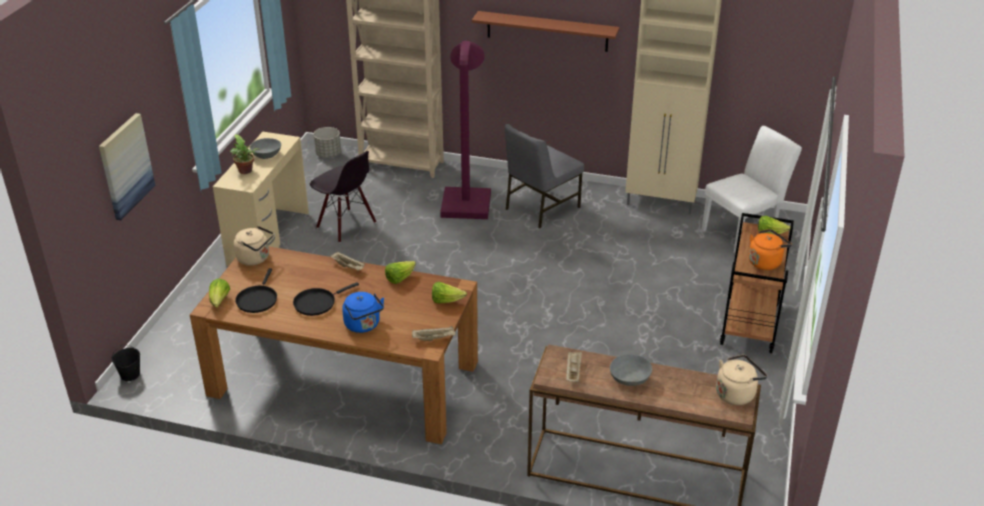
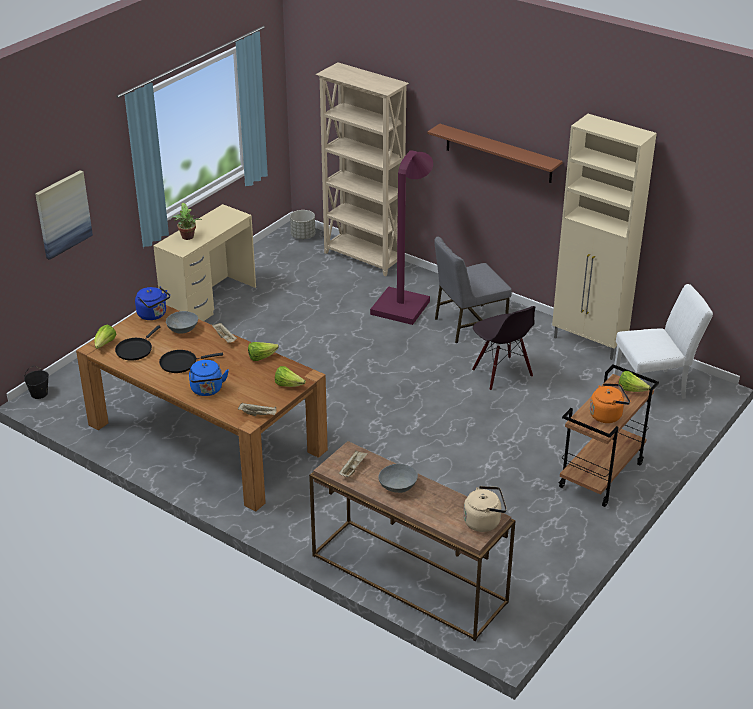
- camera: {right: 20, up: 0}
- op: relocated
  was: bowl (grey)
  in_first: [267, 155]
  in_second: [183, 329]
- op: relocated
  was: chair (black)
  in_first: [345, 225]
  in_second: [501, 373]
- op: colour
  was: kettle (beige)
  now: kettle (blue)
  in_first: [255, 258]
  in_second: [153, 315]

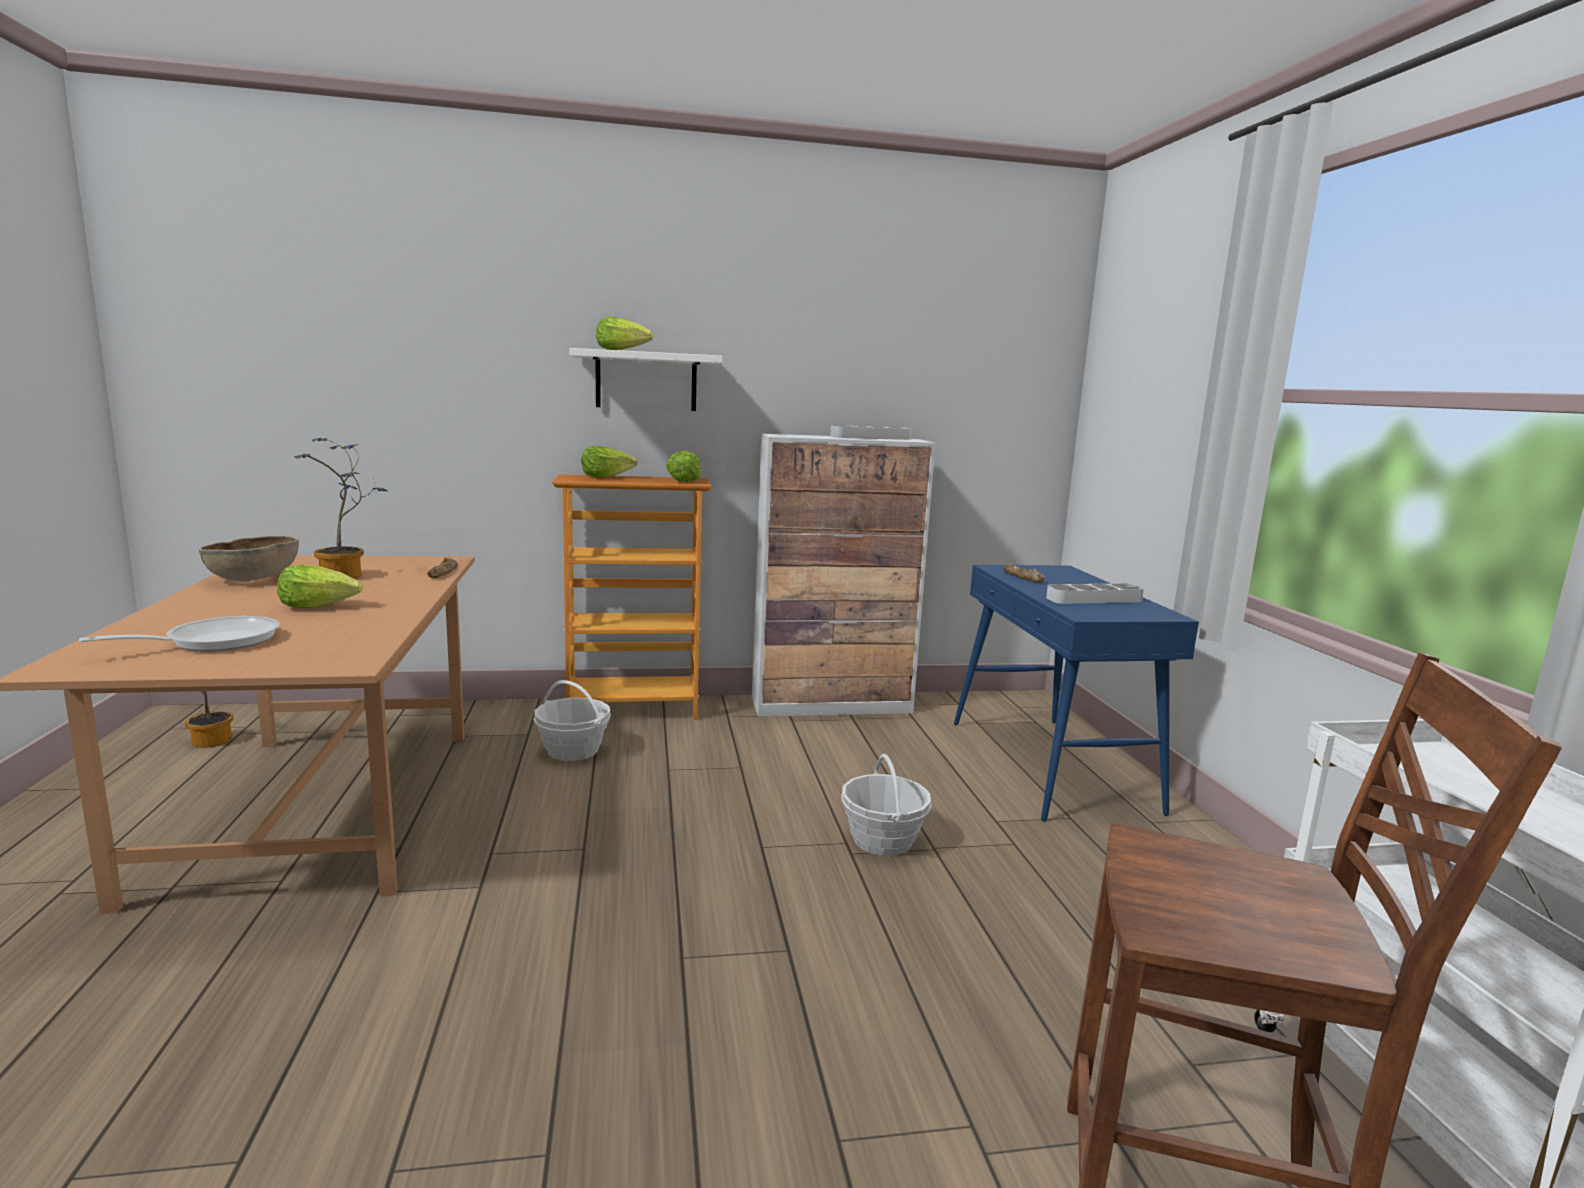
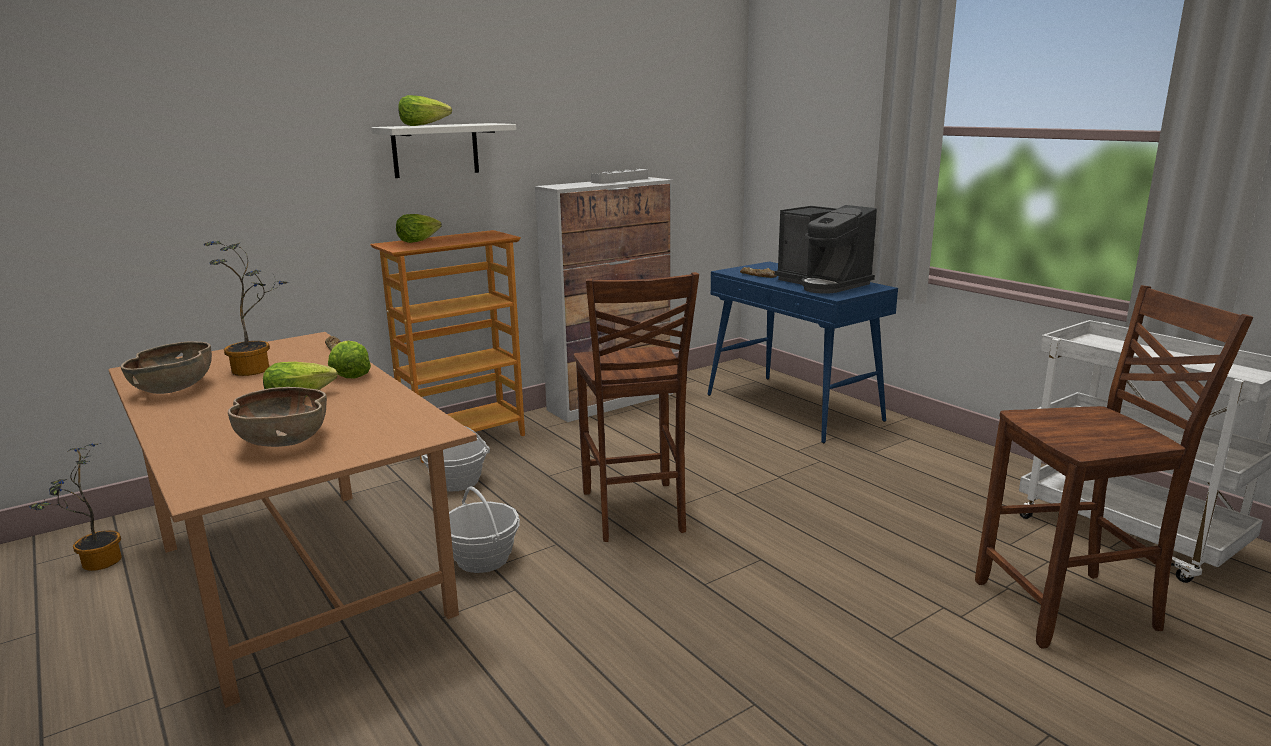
- camera: {right: -25, up: 5}
- op: relocated
  was: lettuce
  in_first: [684, 481]
  in_second: [349, 374]
- op: exchanged
  was: tray (grey)
  now: coffee machine
  in_first: [1094, 599]
  in_second: [823, 283]
- op: exchanged
  was: frying pan
  now: bowl (brown)
  in_first: [213, 641]
  in_second: [283, 442]
- op: relocated
  was: basket
  in_first: [882, 840]
  in_second: [483, 559]
- op: appeared
  now: chair (brown)
  in_second: [634, 513]

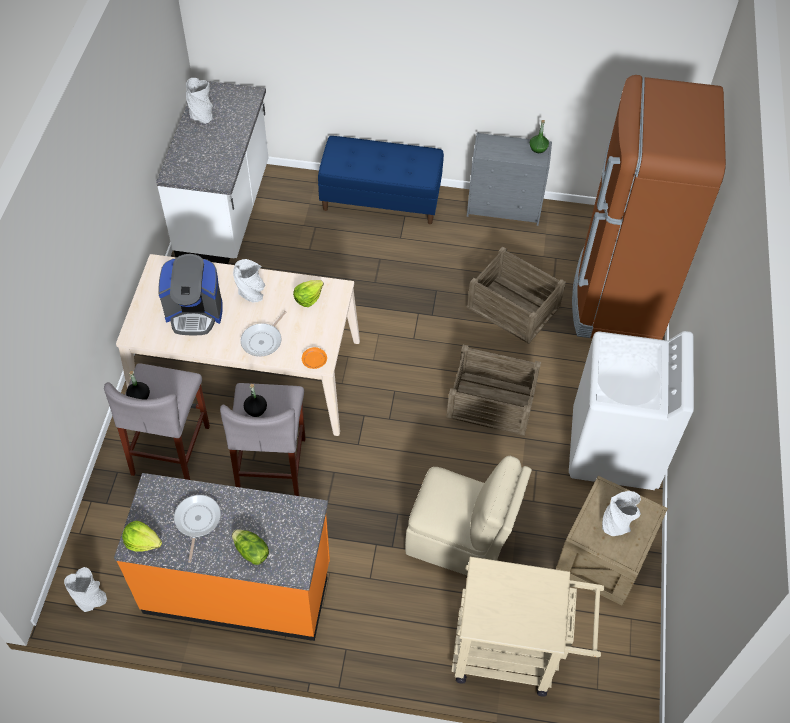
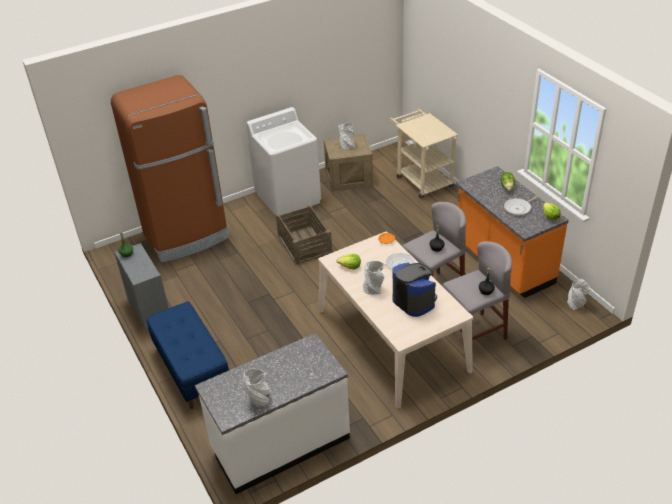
- camera: {right: -125, up: -15}
- op: missing
  was: crate
  in_first: [513, 306]
- op: missing
  was: chair (beige)
  in_first: [460, 541]

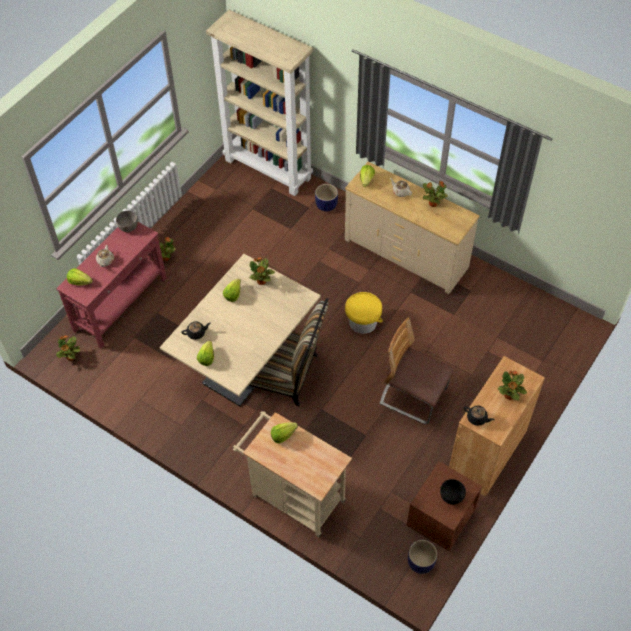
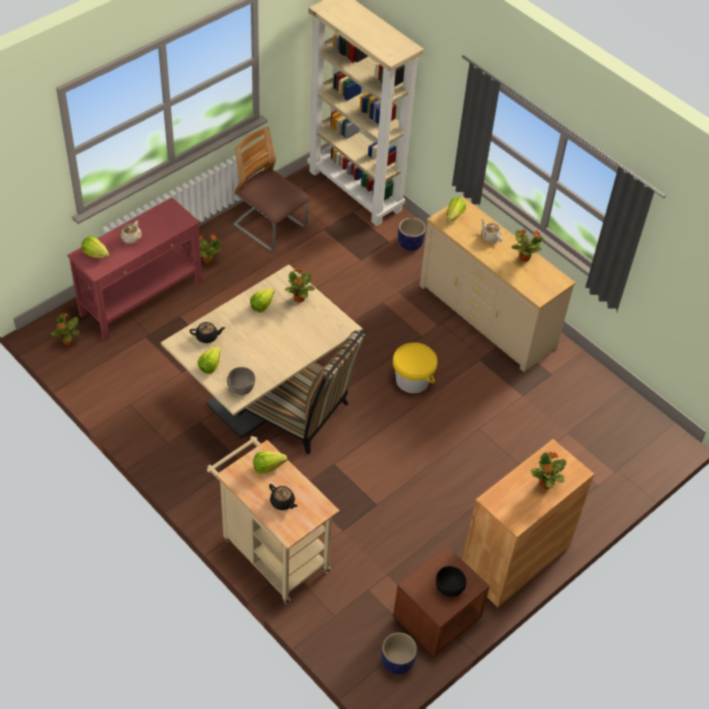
- camera: {right: 10, up: -5}
- op: relocated
  was: bowl (grey)
  in_first: [128, 227]
  in_second: [241, 389]
- op: relocated
  was: chair
  in_first: [413, 397]
  in_second: [270, 227]
- op: relocated
  was: teapot (black)
  in_first: [477, 418]
  in_second: [282, 502]

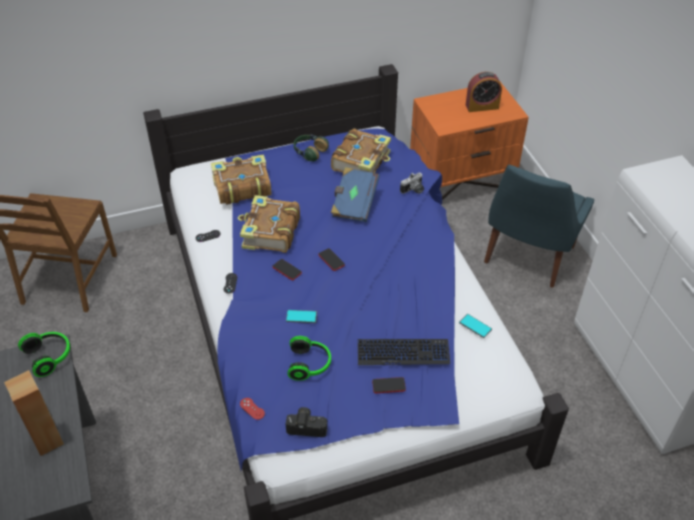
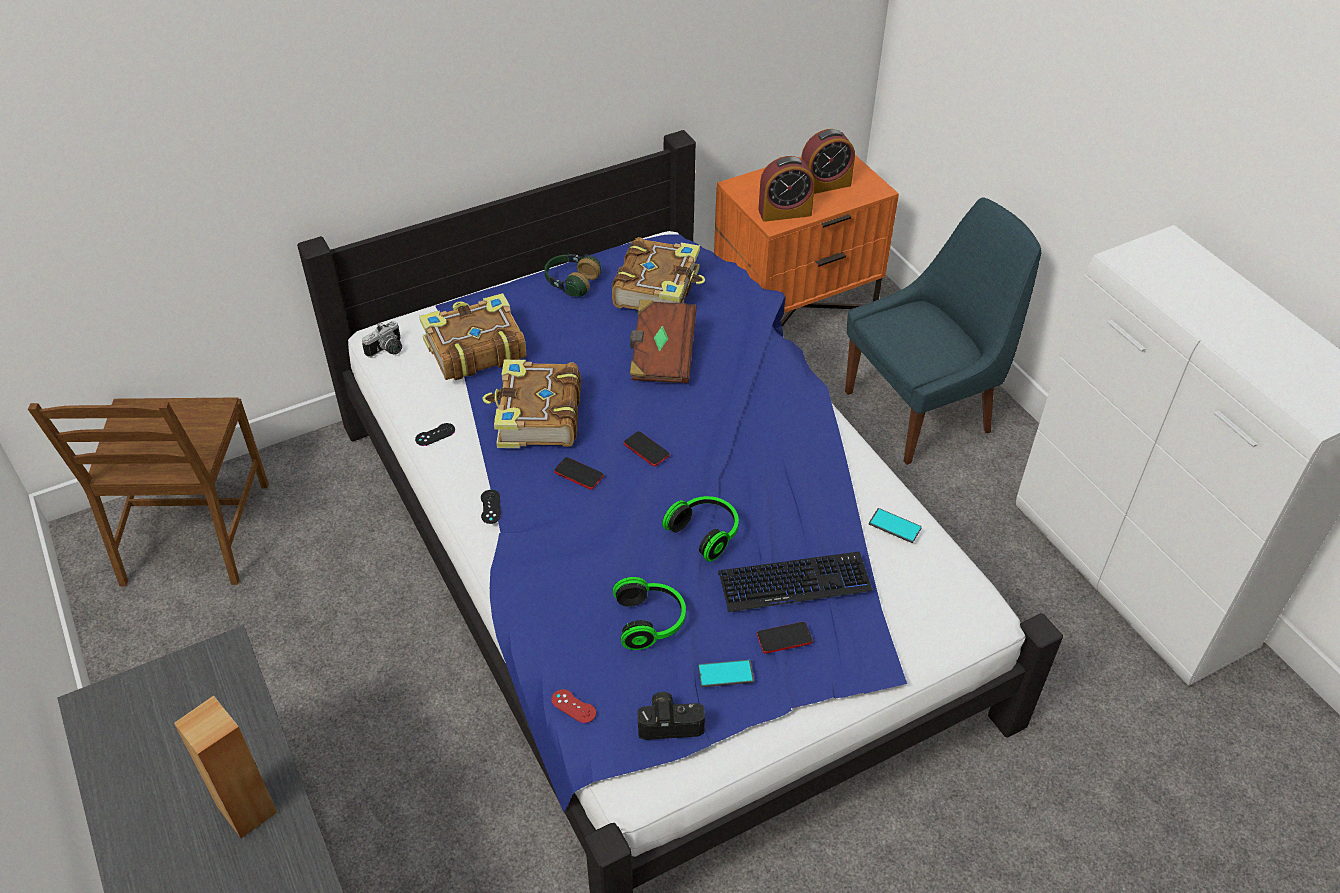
- camera: {right: -10, up: 0}
- op: spun
  was: chair (blue)
  in_first: [527, 257]
  in_second: [922, 410]
  clockwise: -135
- op: colour
  was: book (blue)
  now: book (brown)
  in_first: [354, 203]
  in_second: [661, 356]
- op: relocated
  was: photo camera
  in_first: [414, 190]
  in_second: [388, 350]
- op: relocated
  was: phone
  in_first: [301, 316]
  in_second: [725, 674]
- op: relocated
  was: headphones
  in_first: [50, 356]
  in_second: [706, 533]
- op: appeared
  now: alarm clock
  in_second: [784, 212]

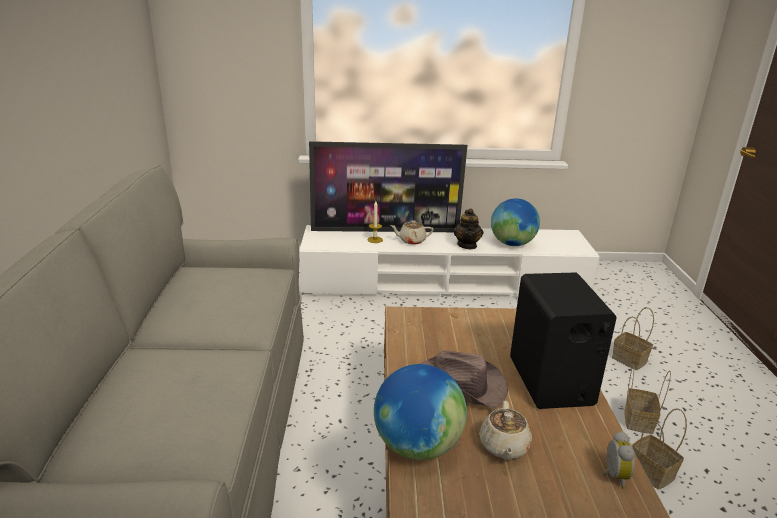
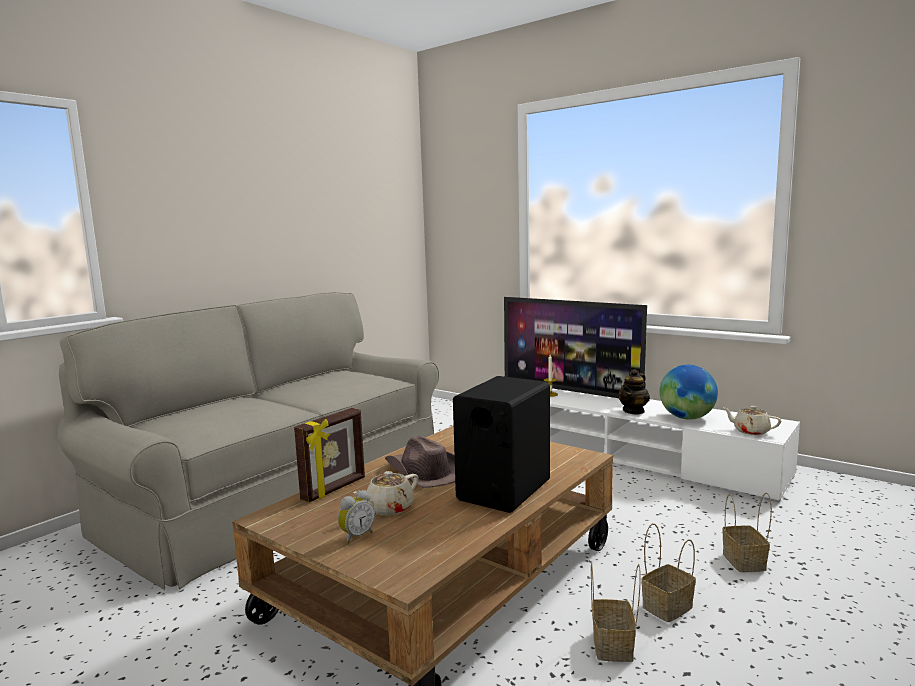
- camera: {right: 40, up: -15}
- op: relocated
  was: teapot (beige)
  in_first: [411, 241]
  in_second: [750, 431]
- op: exchanged
  was: globe
  now: picture frame
  in_first: [417, 445]
  in_second: [334, 489]
- op: relocated
  was: alarm clock
  in_first: [613, 476]
  in_second: [356, 536]

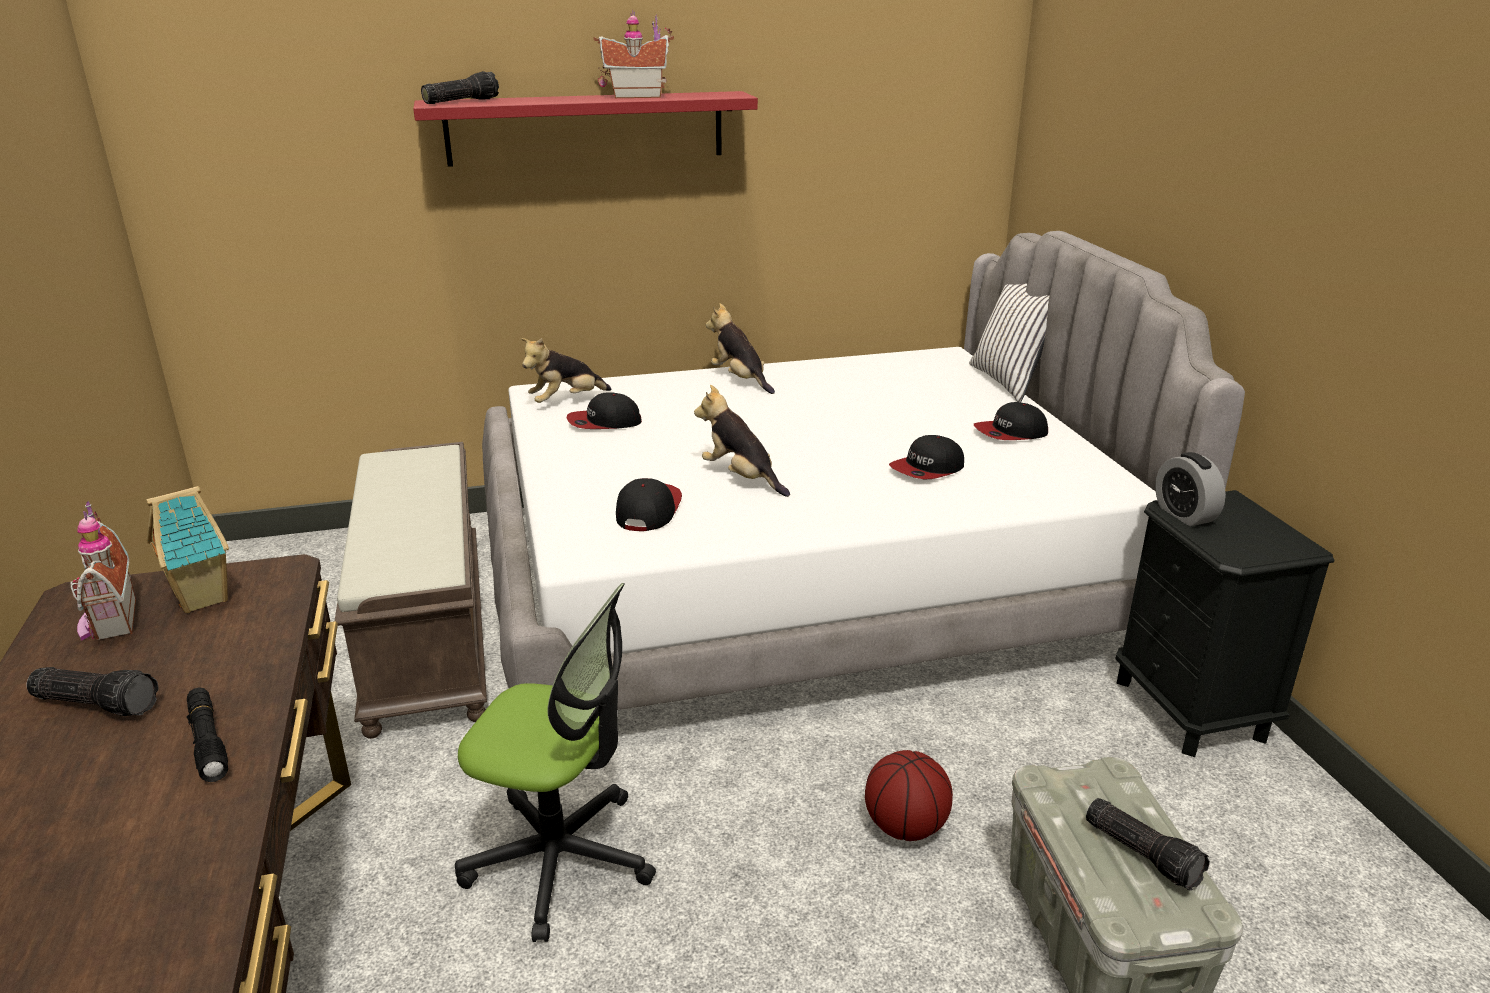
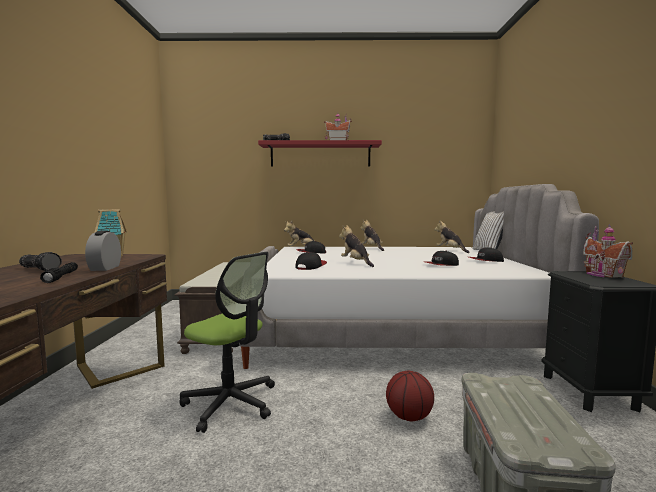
- camera: {right: 15, up: -20}
- op: relocated
  was: alarm clock
  in_first: [1184, 514]
  in_second: [105, 268]
- op: relocated
  was: toy house
  in_first: [108, 621]
  in_second: [601, 275]
- op: missing
  was: flashlight
  in_first: [1143, 853]
- op: appeared
  now: plush toy
  in_second: [450, 250]

